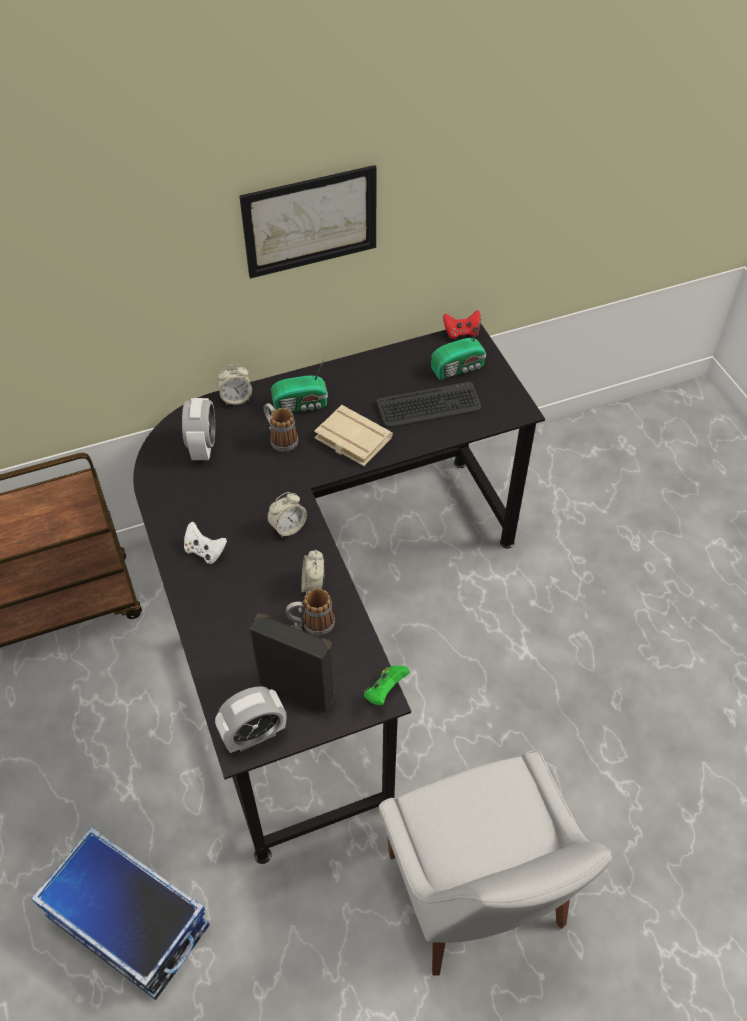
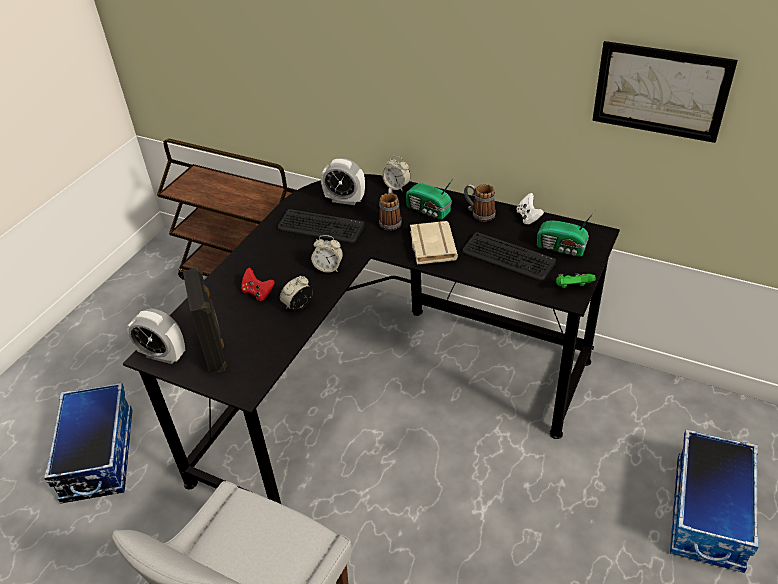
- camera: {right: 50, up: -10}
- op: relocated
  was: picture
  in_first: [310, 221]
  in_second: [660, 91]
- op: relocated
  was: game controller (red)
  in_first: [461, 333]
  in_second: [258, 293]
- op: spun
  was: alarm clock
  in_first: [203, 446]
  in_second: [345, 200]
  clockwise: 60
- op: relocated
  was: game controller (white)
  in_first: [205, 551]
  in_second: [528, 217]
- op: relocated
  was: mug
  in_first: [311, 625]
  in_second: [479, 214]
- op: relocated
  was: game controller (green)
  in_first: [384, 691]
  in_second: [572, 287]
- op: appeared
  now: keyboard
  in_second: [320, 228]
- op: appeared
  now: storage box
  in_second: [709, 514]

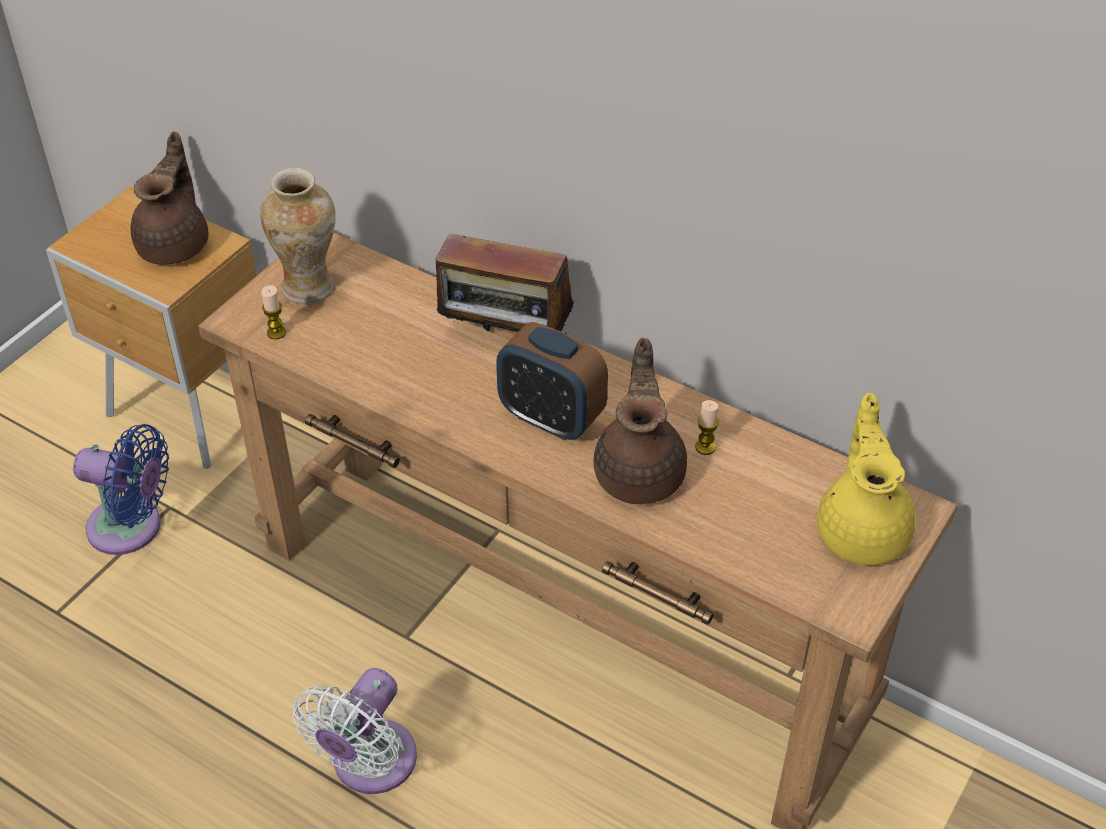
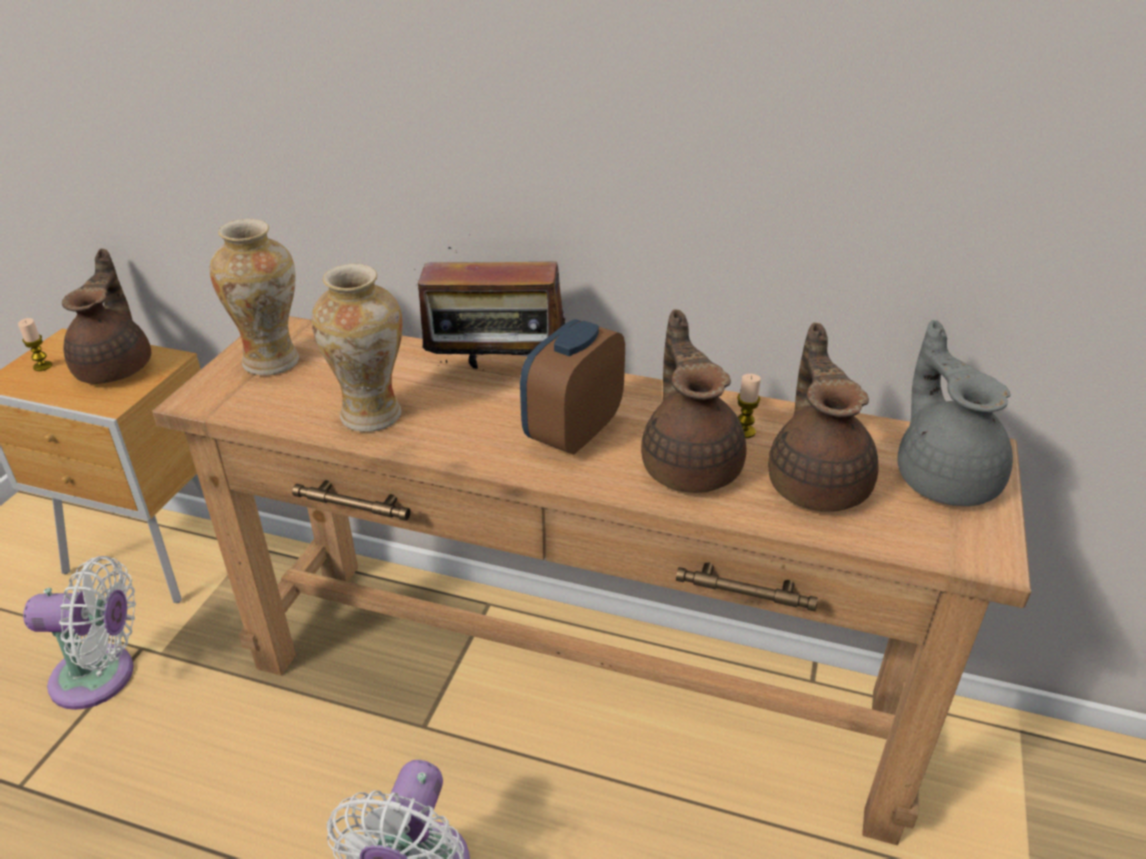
- camera: {right: -15, up: -10}
- op: relocated
  was: candle
  in_first: [276, 333]
  in_second: [42, 366]
- op: spun
  was: alarm clock
  in_first: [551, 418]
  in_second: [573, 432]
  clockwise: 105
- op: colour
  was: teapot (yellow)
  now: teapot (grey)
  in_first: [862, 530]
  in_second: [944, 477]
- op: colour
  was: fan (blue)
  now: fan (white)
  in_first: [132, 528]
  in_second: [101, 677]
- op: appeared
  now: vase
  in_second: [371, 416]
- op: appeared
  now: teapot (brown)
  in_second: [817, 482]

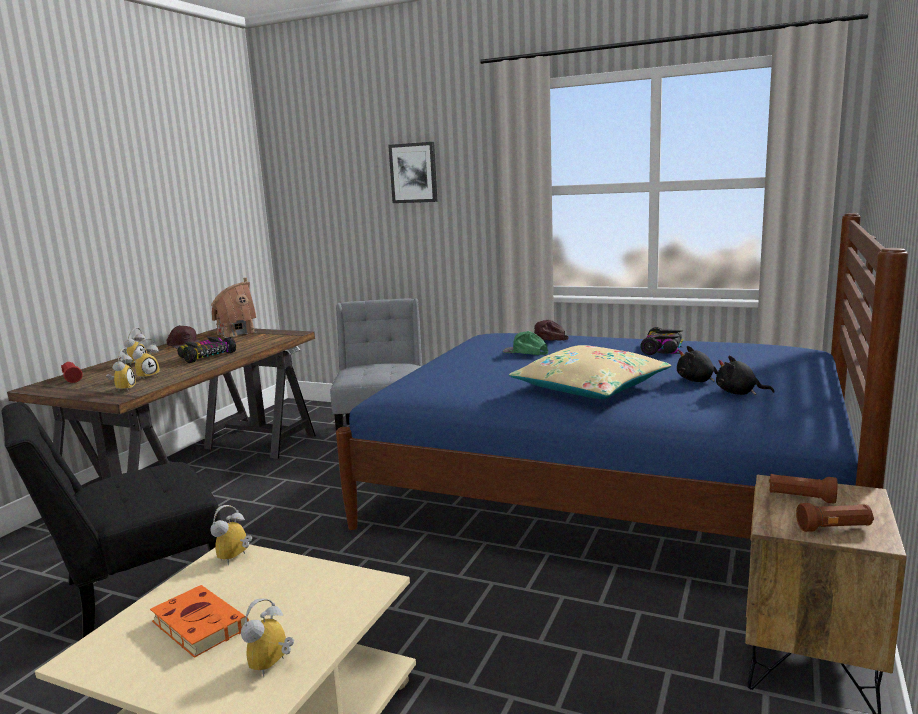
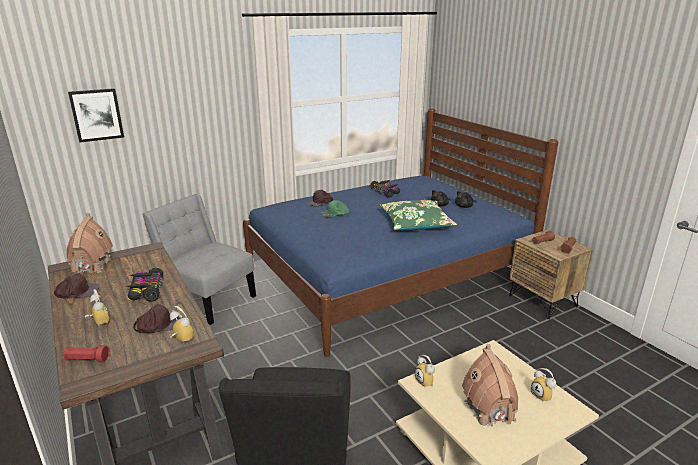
- camera: {right: -55, up: 10}
- op: relocated
  was: picture
  in_first: [413, 173]
  in_second: [96, 115]
- op: exchanged
  was: alarm clock
  now: cap (brown)
  in_first: [147, 376]
  in_second: [158, 324]
- op: colour
  was: pillow (beige)
  now: pillow (green)
  in_first: [589, 388]
  in_second: [416, 223]
- op: exchanged
  was: book (orange)
  now: toy house
  in_first: [197, 624]
  in_second: [489, 410]

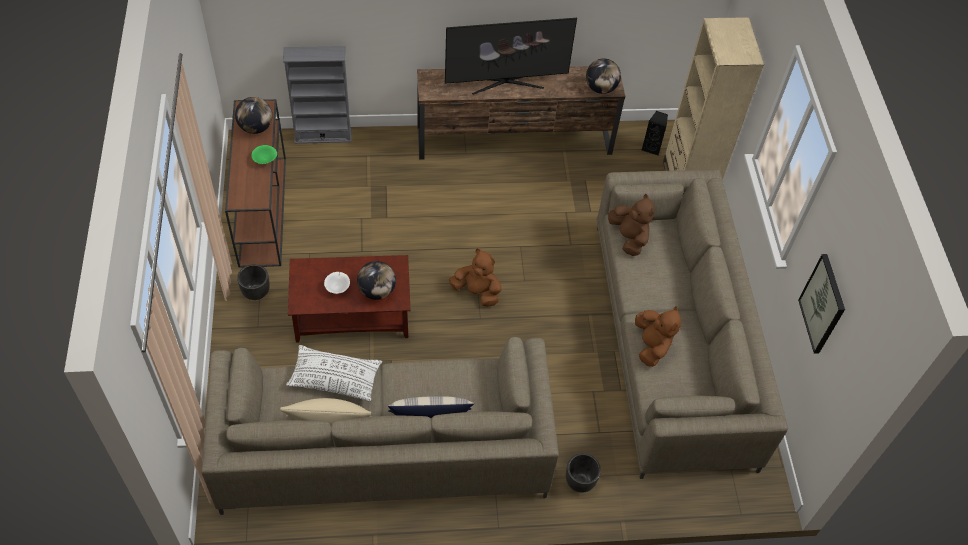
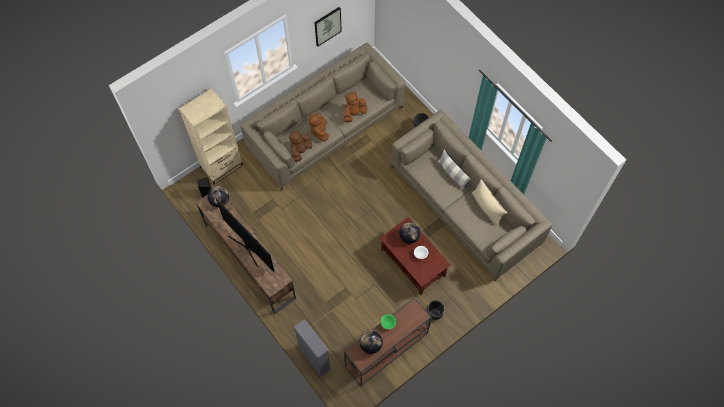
- camera: {right: -120, up: 10}
- op: relocated
  was: plush toy (brown)
  in_first: [477, 292]
  in_second: [319, 131]
- op: missing
  was: pillow (white)
  in_first: [335, 378]

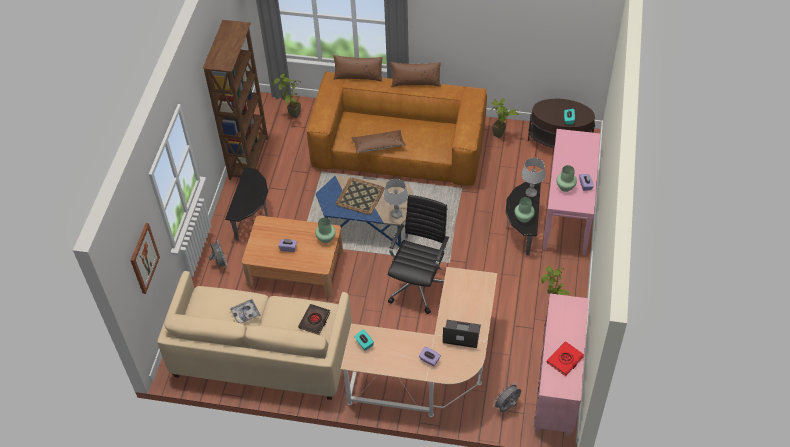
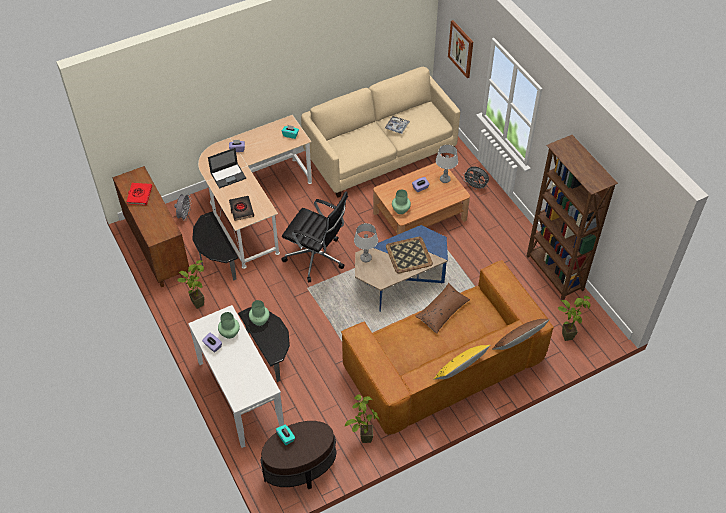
- camera: {right: 140, up: 0}
- op: colour
  was: pillow (brown)
  now: pillow (yellow)
  in_first: [416, 82]
  in_second: [460, 369]
- op: colour
  was: console table (pink)
  now: console table (white)
  in_first: [568, 212]
  in_second: [240, 394]
- op: relocated
  was: table lamp (grey)
  in_first: [531, 193]
  in_second: [445, 179]
- op: relocated
  was: side table
  in_first: [253, 216]
  in_second: [216, 260]
- op: spun
  was: office chair (black)
  in_first: [418, 284]
  in_second: [316, 258]
  clockwise: -45
- op: colour
  was: cabinet (pink)
  now: cabinet (brown)
  in_first: [557, 386]
  in_second: [156, 248]
- op: relocated
  was: book (black)
  in_first: [314, 320]
  in_second: [241, 209]

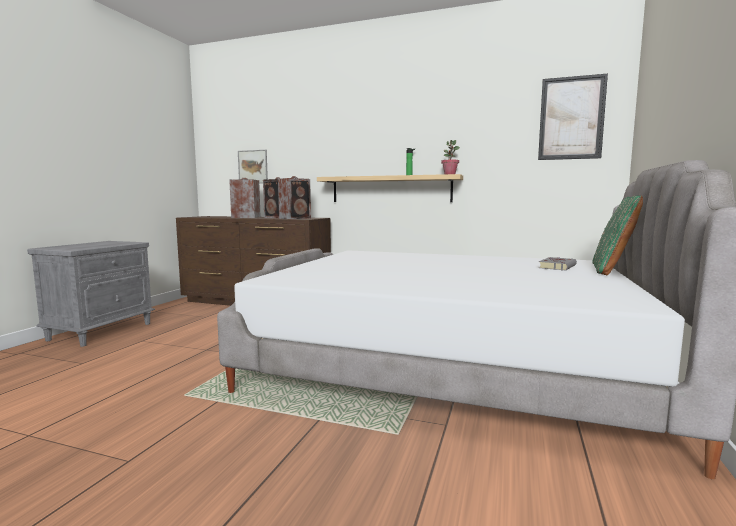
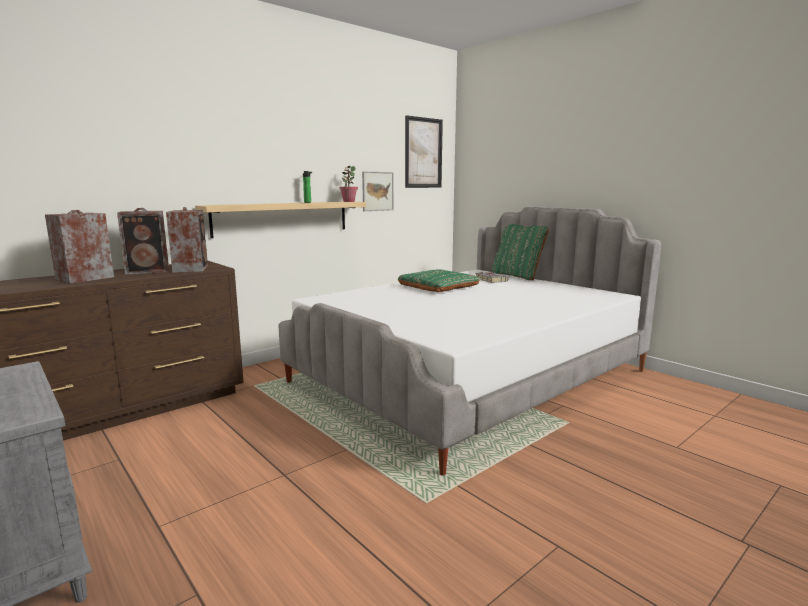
- camera: {right: -60, up: 5}
- op: relocated
  was: picture
  in_first: [253, 167]
  in_second: [377, 191]
- op: appeared
  now: pillow (green)
  in_second: [438, 286]

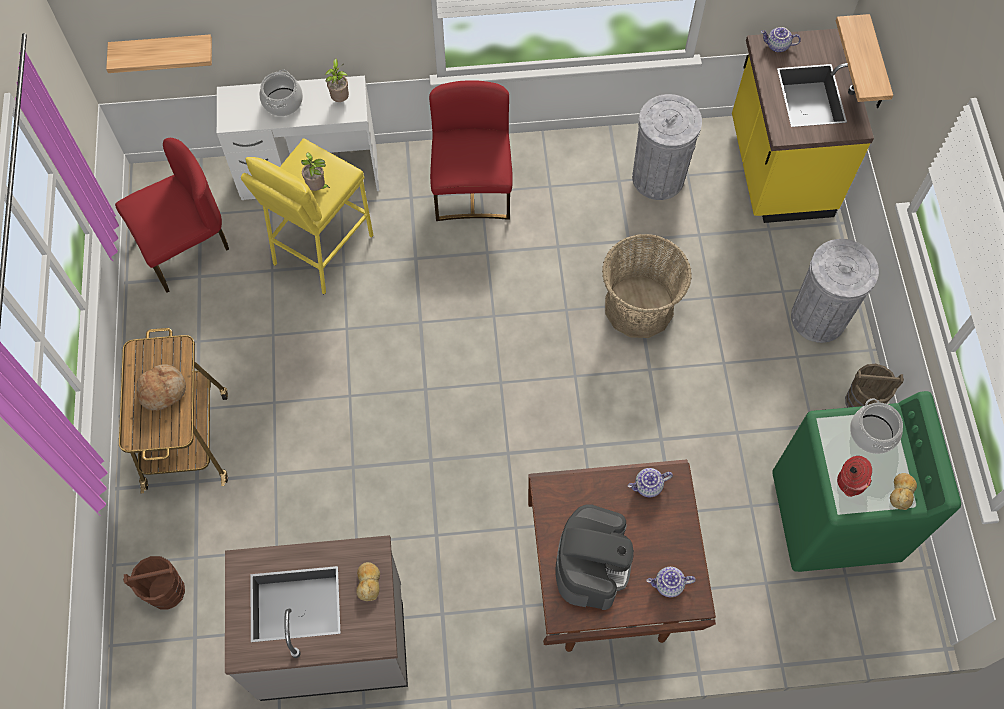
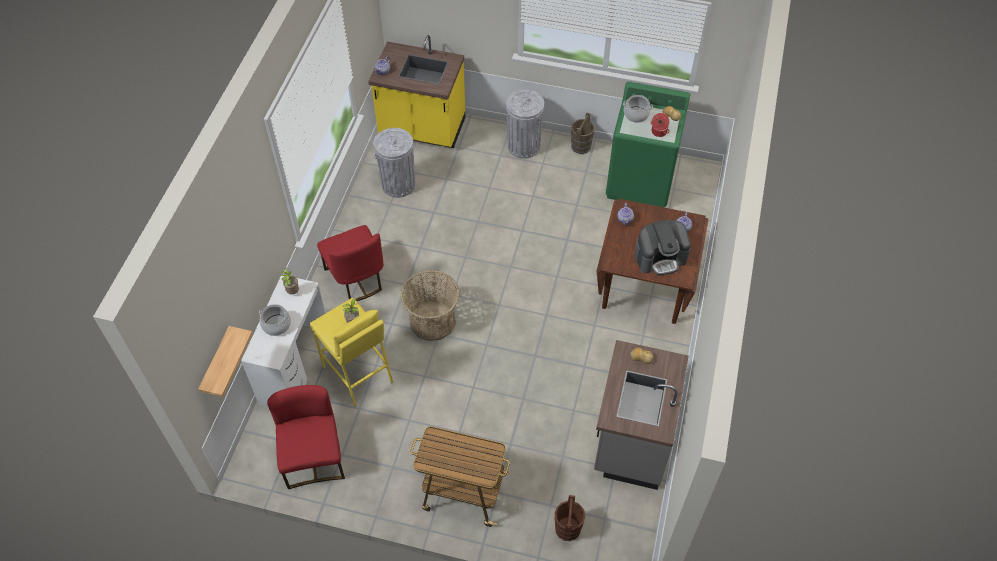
- camera: {right: -70, up: -10}
- op: missing
  was: shelf
  in_first: [875, 66]
- op: spun
  was: chair (red)
  in_first: [472, 188]
  in_second: [356, 278]
  clockwise: -135
- op: relocated
  was: basket
  in_first: [639, 307]
  in_second: [432, 321]
- op: missing
  was: bread
  in_first: [163, 390]
- op: spun
  was: coffee machine
  in_first: [591, 564]
  in_second: [660, 257]
  clockwise: 135

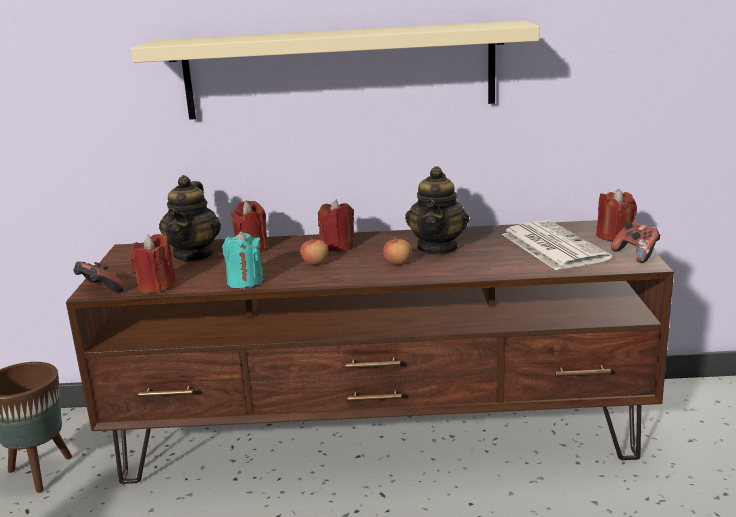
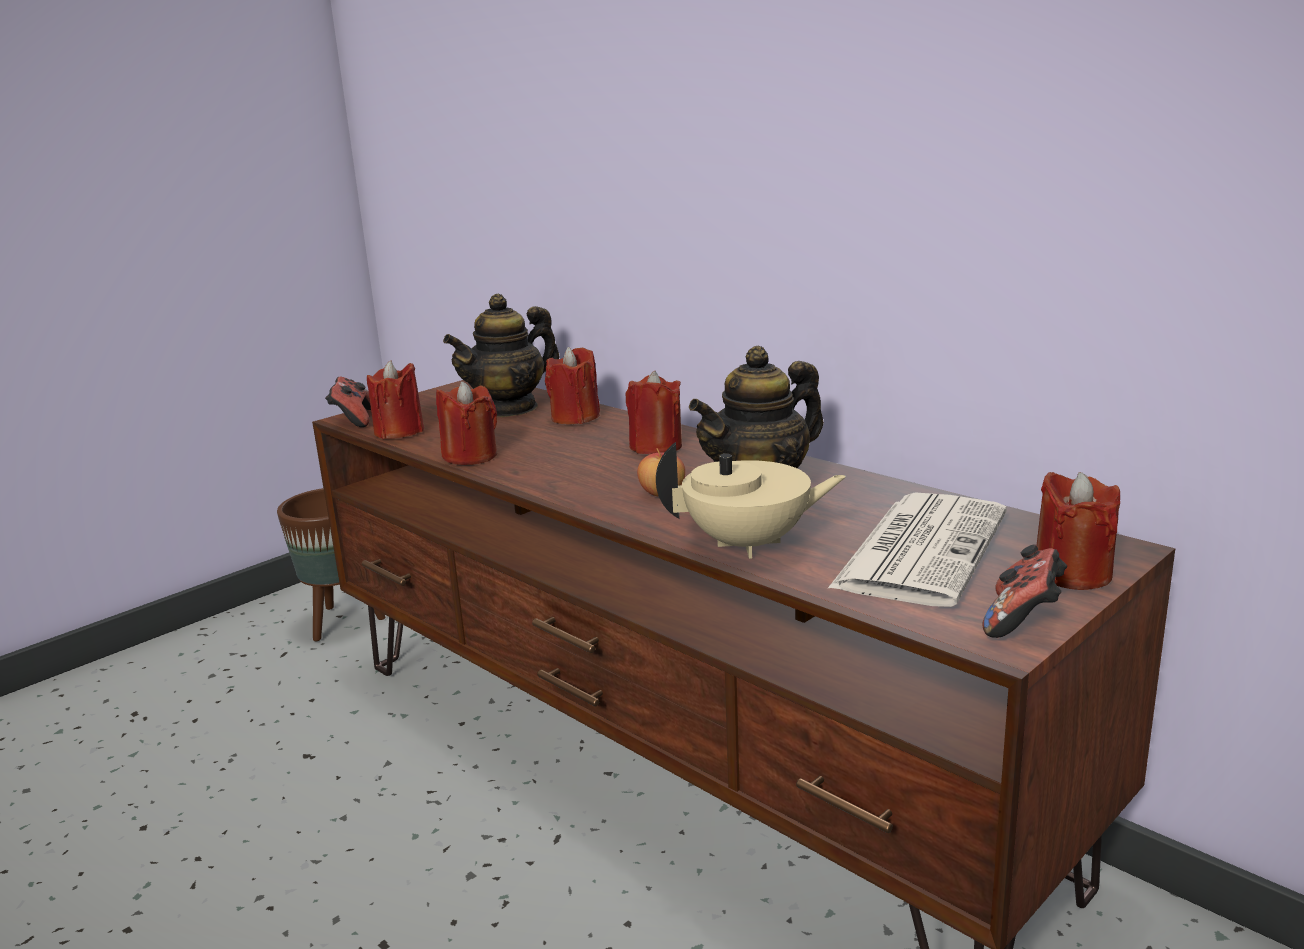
- camera: {right: 45, up: 0}
- op: missing
  was: shelf (beige)
  in_first: [339, 71]
- op: colour
  was: candle (turquoise)
  now: candle (red)
  in_first: [245, 282]
  in_second: [470, 456]
- op: missing
  was: apple
  in_first: [315, 263]
- op: appeared
  now: teapot (beige)
  in_second: [749, 544]

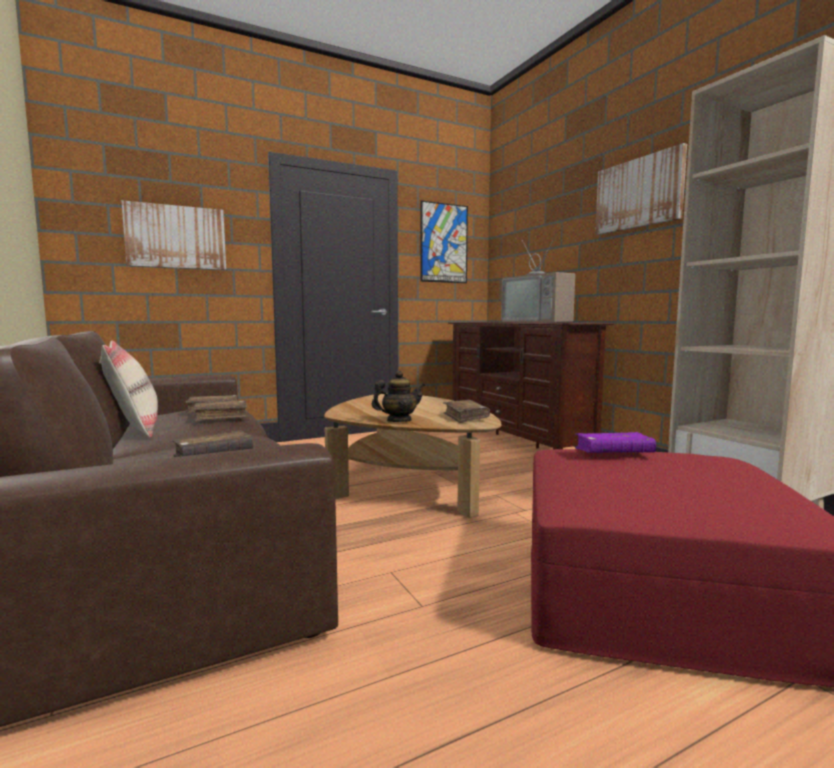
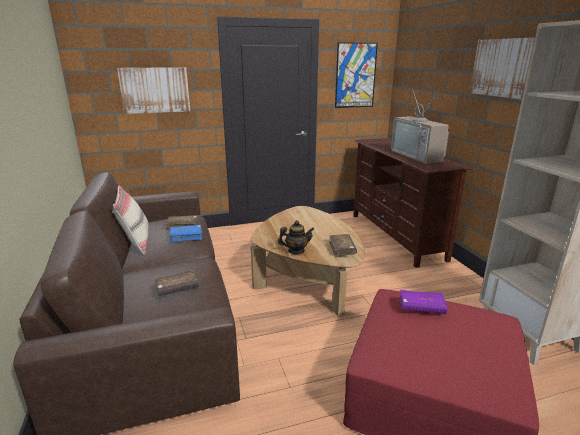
- camera: {right: 10, up: 15}
- op: colour
  was: book (brown)
  now: book (blue)
  in_first: [221, 417]
  in_second: [186, 237]

